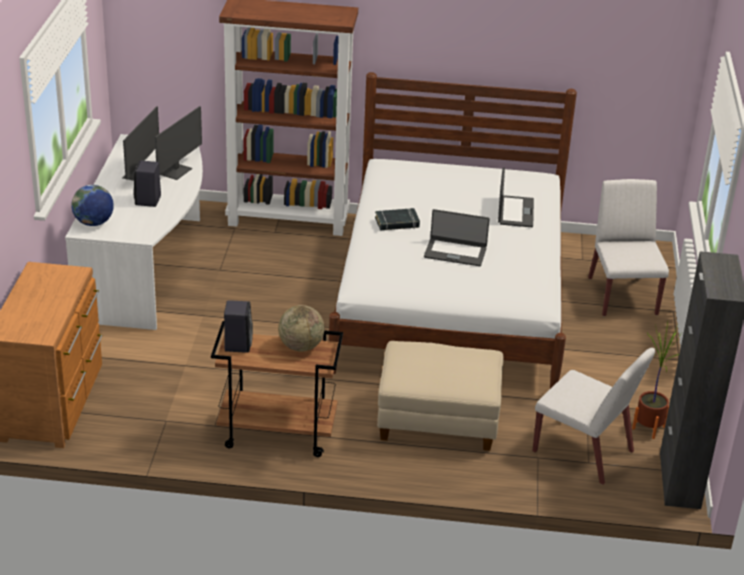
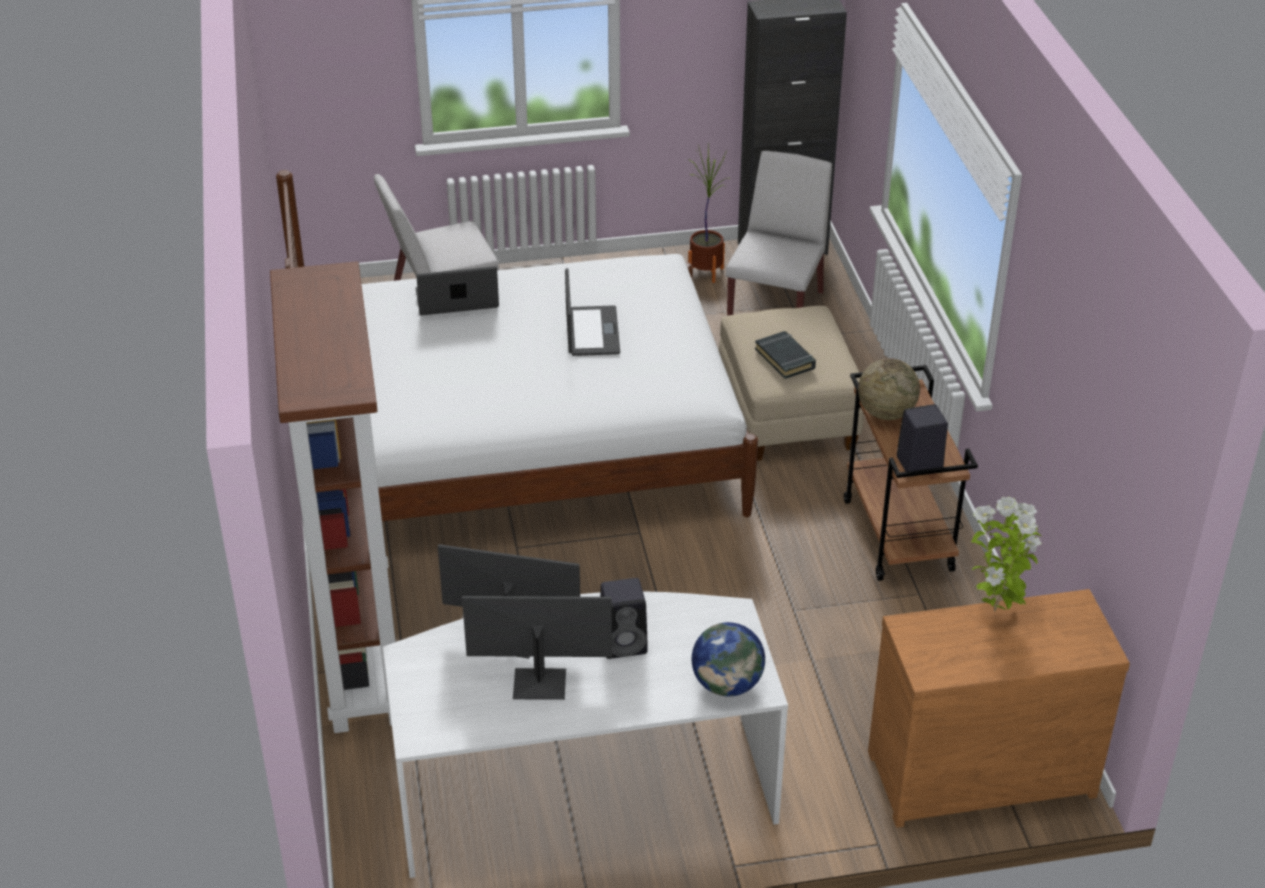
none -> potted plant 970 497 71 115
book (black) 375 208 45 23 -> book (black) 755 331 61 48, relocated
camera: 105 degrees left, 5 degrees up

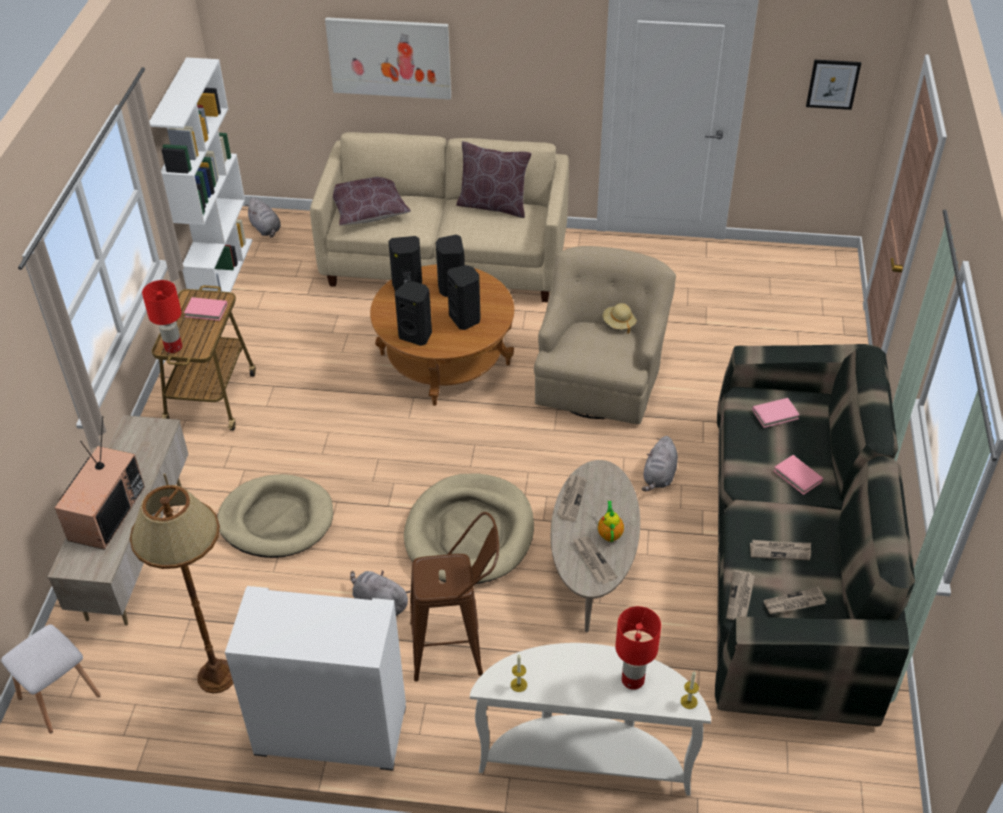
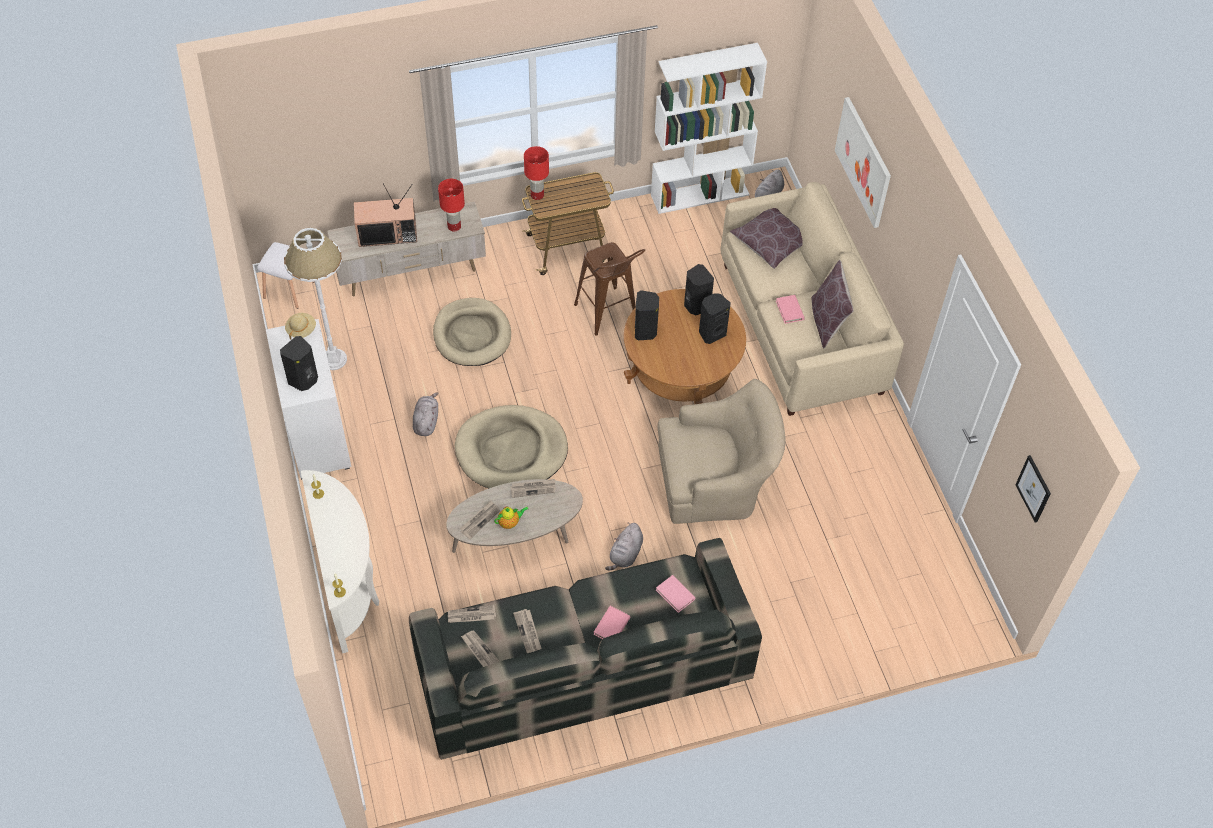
book (pink) 184 297 43 24 -> book (pink) 776 295 29 29, relocated
stool (brown) 410 512 89 170 -> stool (brown) 574 242 71 94, relocated
speaker (black) 447 265 33 65 -> speaker (black) 280 336 38 55, relocated
hat (beige) 603 303 34 31 -> hat (beige) 285 313 31 27, relocated
table lamp (red) 615 606 46 84 -> table lamp (red) 438 179 27 53, relocated
floor lamp (brown) 130 485 104 209 -> floor lamp (white) 284 228 63 142
plush toy (grey) 642 436 36 55 -> plush toy (grey) 605 523 38 47, 60 degrees counterclockwise
camera: 65 degrees right, 10 degrees up

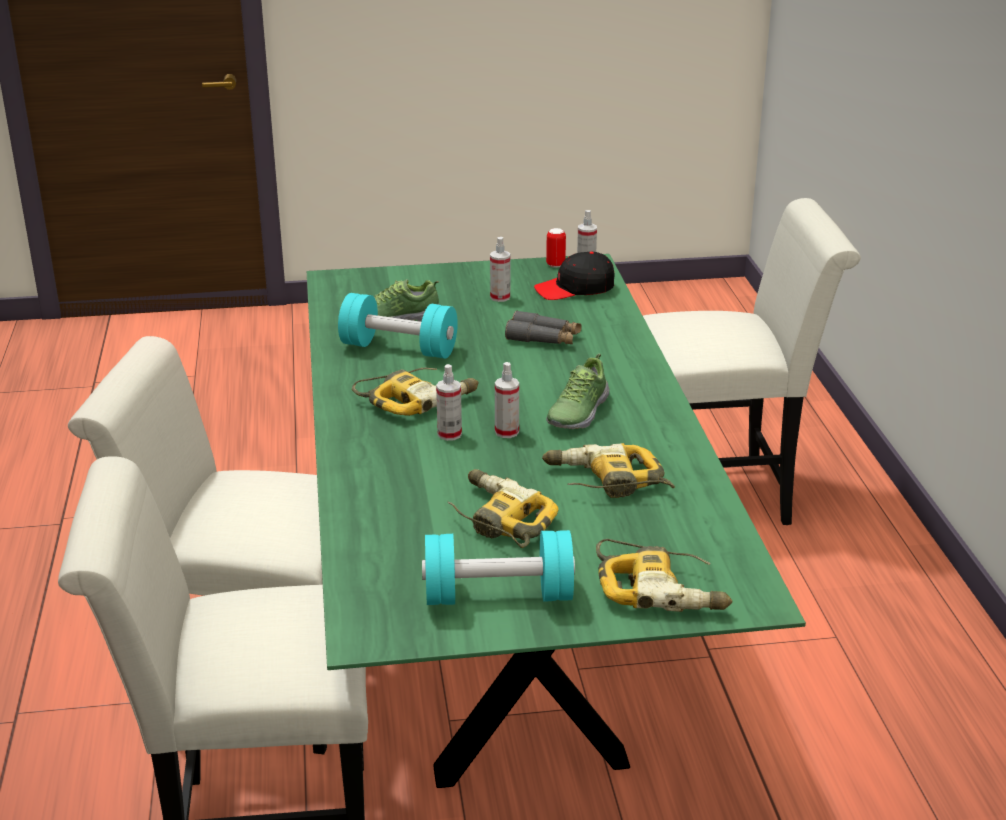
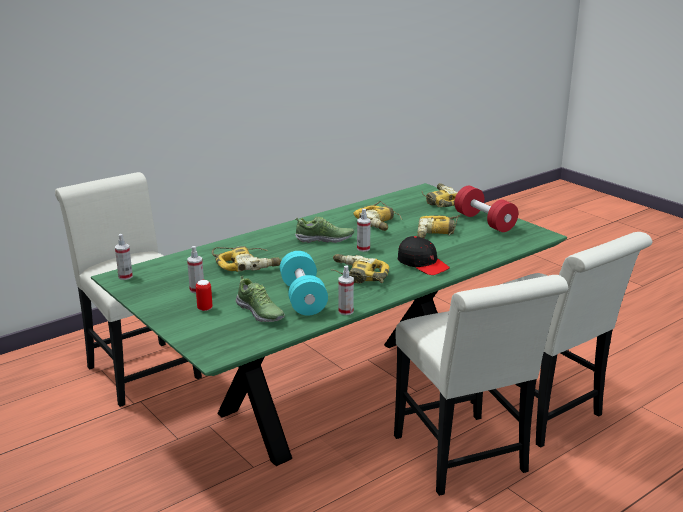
spray bottle 436 364 26 77 -> spray bottle 338 265 16 50, relocated
cap (black) 534 252 80 48 -> cap (black) 398 236 52 39, relocated
can 546 228 20 40 -> can 196 280 17 31, relocated
binoculars (grey) 505 310 77 34 -> power drill 211 246 70 26
dumbbell (turquoise) 422 530 153 75 -> dumbbell (red) 454 186 64 46
camera: 120 degrees left, 5 degrees down

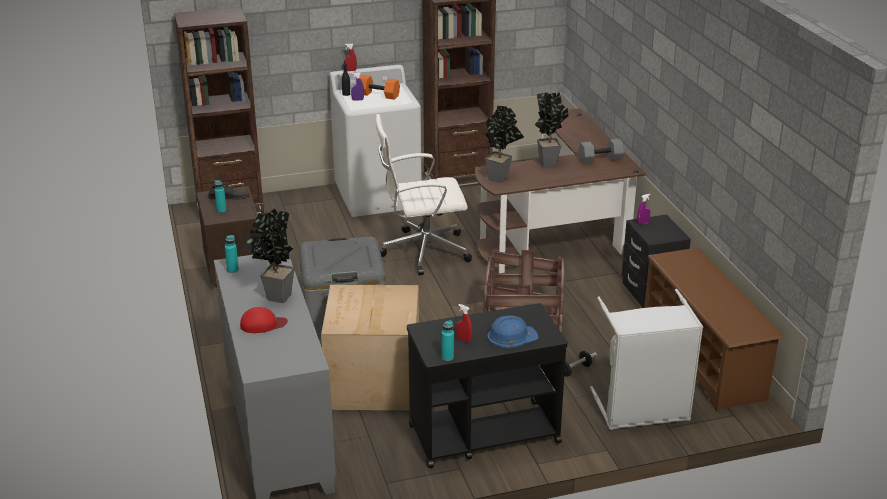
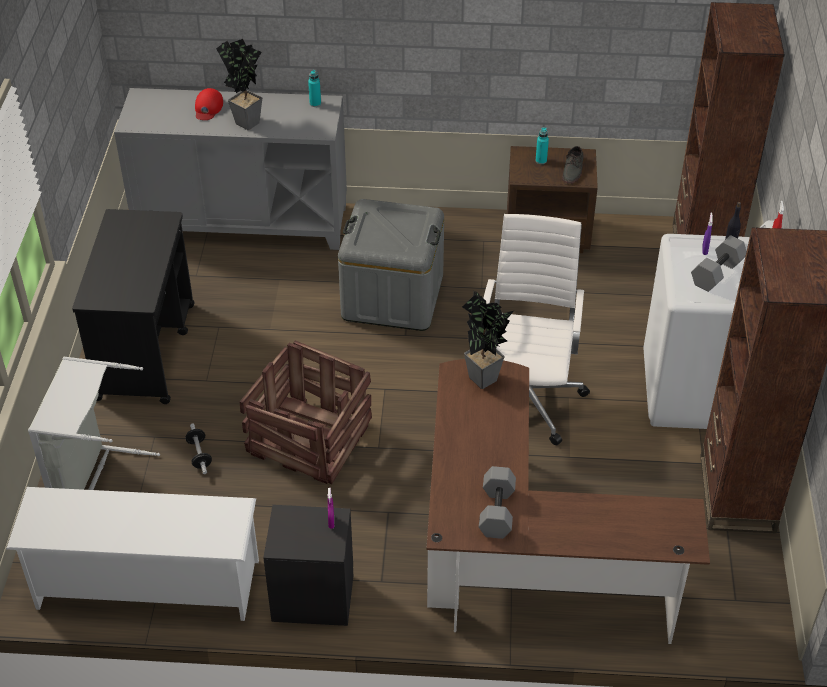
cardboard box 321 285 98 125 -> none
bottle (turquoise) 441 320 13 41 -> none
spray bottle (red) 456 304 16 38 -> none
hard hat (blue) 487 315 52 33 -> none
potted plant 535 92 33 75 -> none
dumbbell (orange) 359 75 41 25 -> dumbbell (grey) 691 235 56 57
shoe rack (brown) 644 247 141 165 -> shoe rack (white) 6 487 253 134
camera: 110 degrees right, 15 degrees up

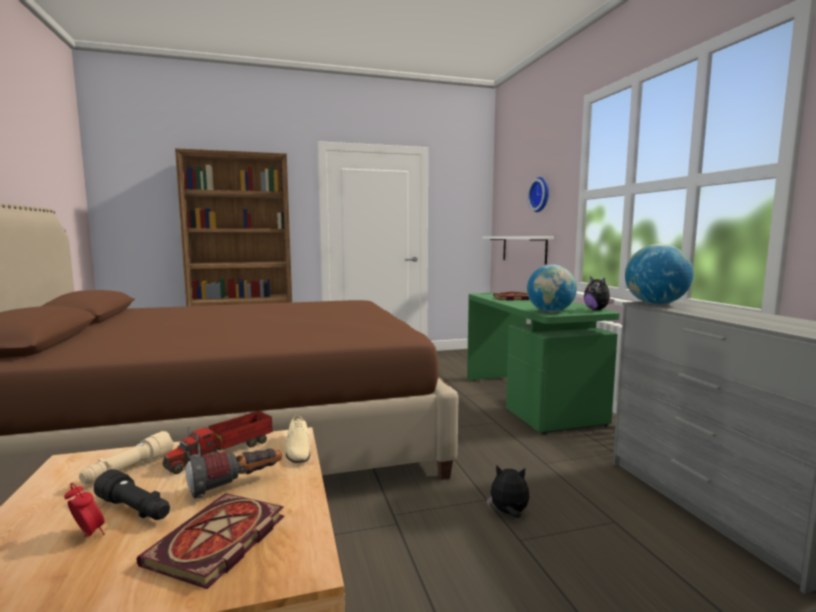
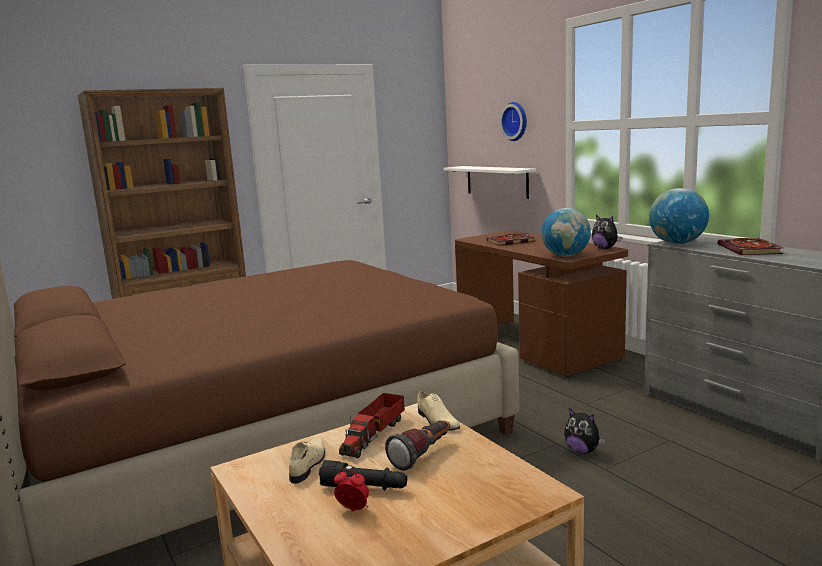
book 137 493 147 96 -> book 717 238 66 17, relocated
flashlight (beige) 79 431 95 53 -> shoe (beige) 289 438 36 46
desk (green) 467 292 153 143 -> desk (brown) 455 231 173 148
plush toy 487 465 43 53 -> plush toy 564 408 42 46, 135 degrees counterclockwise
camera: 15 degrees left, 5 degrees up

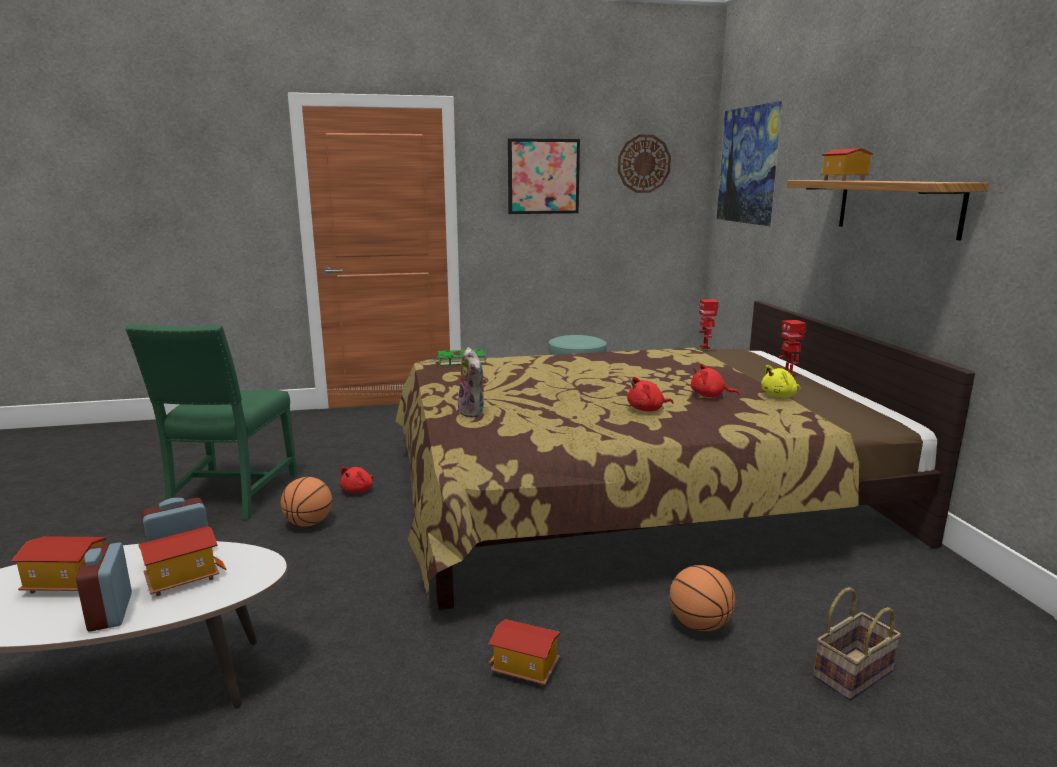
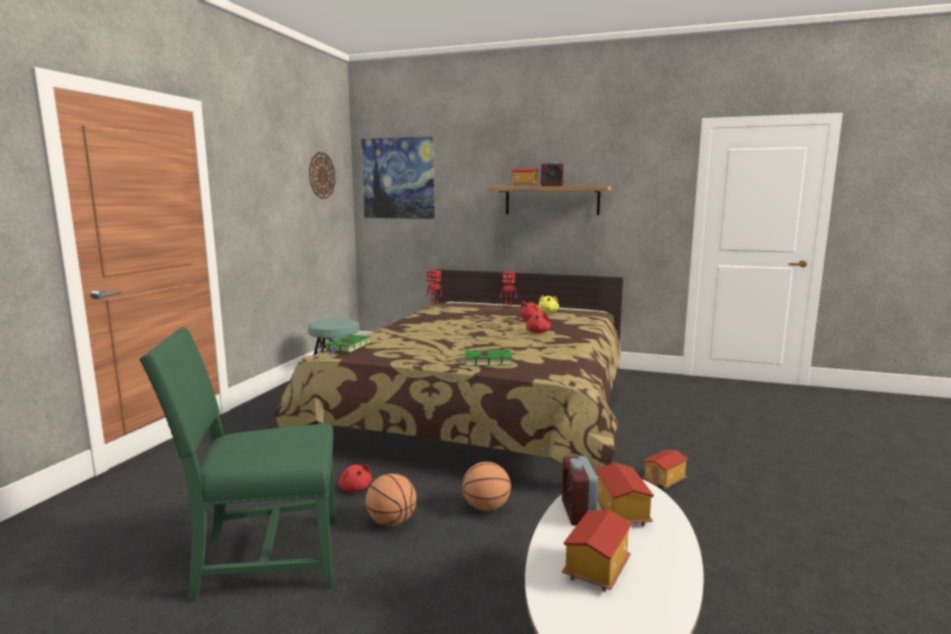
picture 508 138 72 76 -> none
basket 813 587 88 114 -> none
alarm clock 76 542 56 90 -> alarm clock 541 161 23 25, relocated
basketball 670 565 65 66 -> basketball 462 462 49 49, relocated
plush toy 458 347 29 71 -> book (green) 456 350 56 16
chair (green) 125 324 172 196 -> chair (green) 139 327 197 274, 135 degrees clockwise
camera: 60 degrees left, 5 degrees down

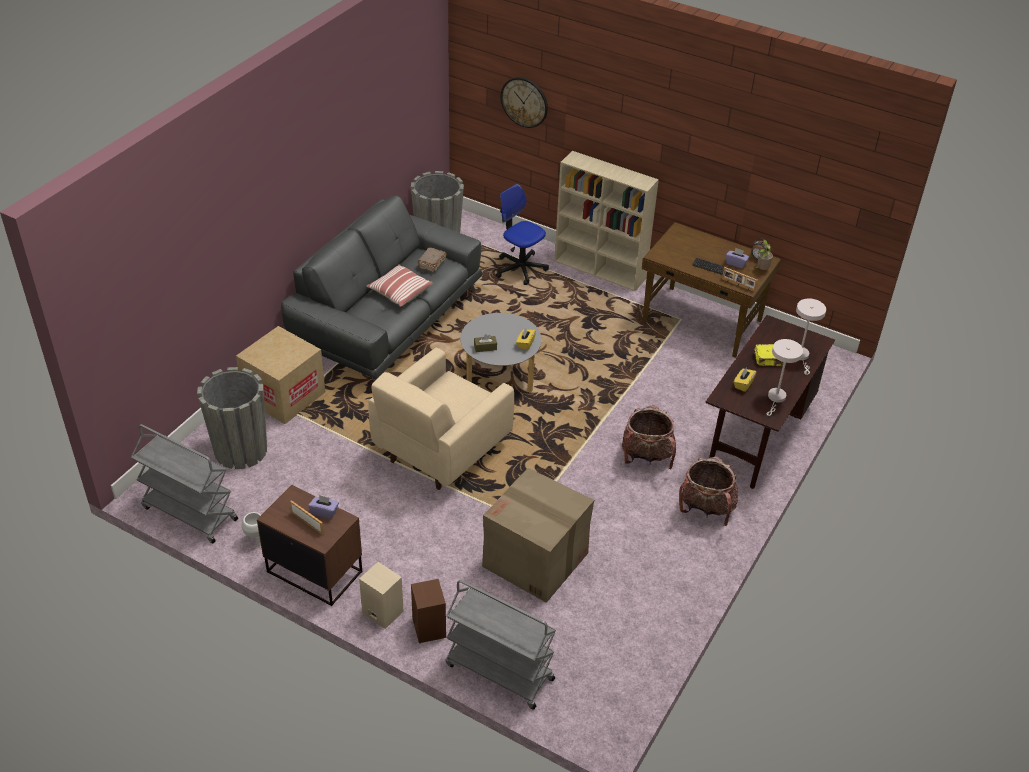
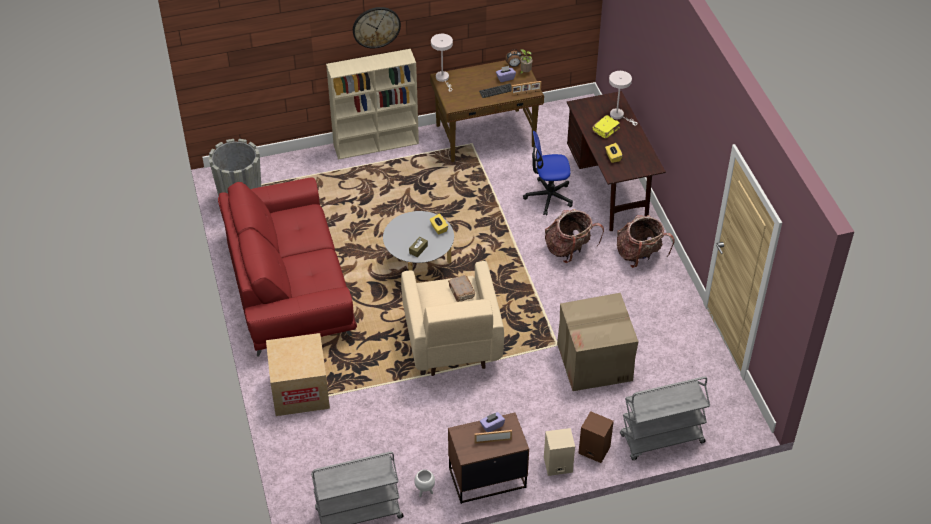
planter (grey) 197 367 70 102 -> none
pillow 366 265 67 42 -> none
book (brown) 418 248 28 25 -> book (brown) 448 275 27 27, relocated
office chair 496 184 53 101 -> office chair 523 131 50 84, relocated
wall clock 500 77 48 51 -> wall clock 353 7 48 42, relocated
table lamp (white) 766 339 37 77 -> table lamp (white) 431 34 22 58, relocated
sofa (grey) 281 196 202 185 -> sofa (red) 218 177 139 180
camera: 45 degrees left, 5 degrees up

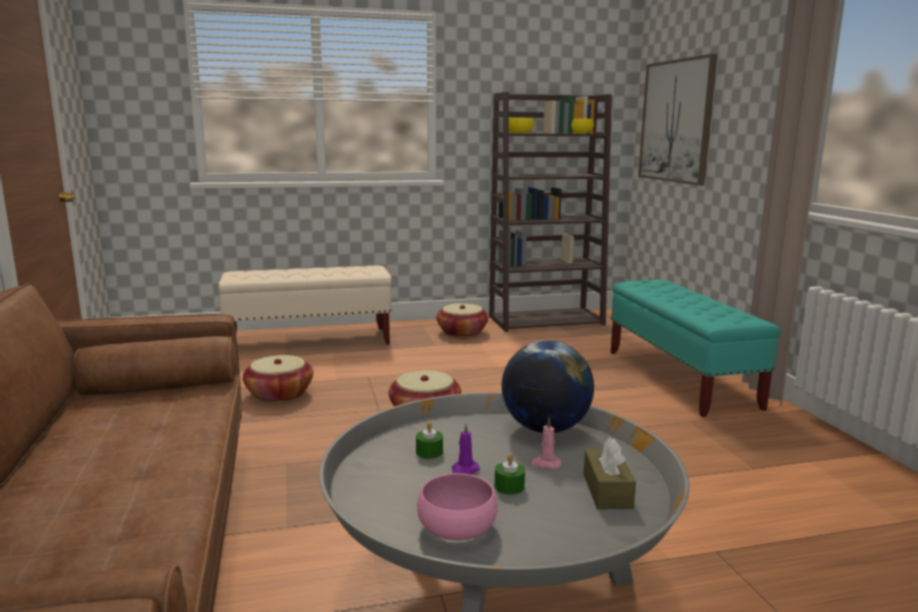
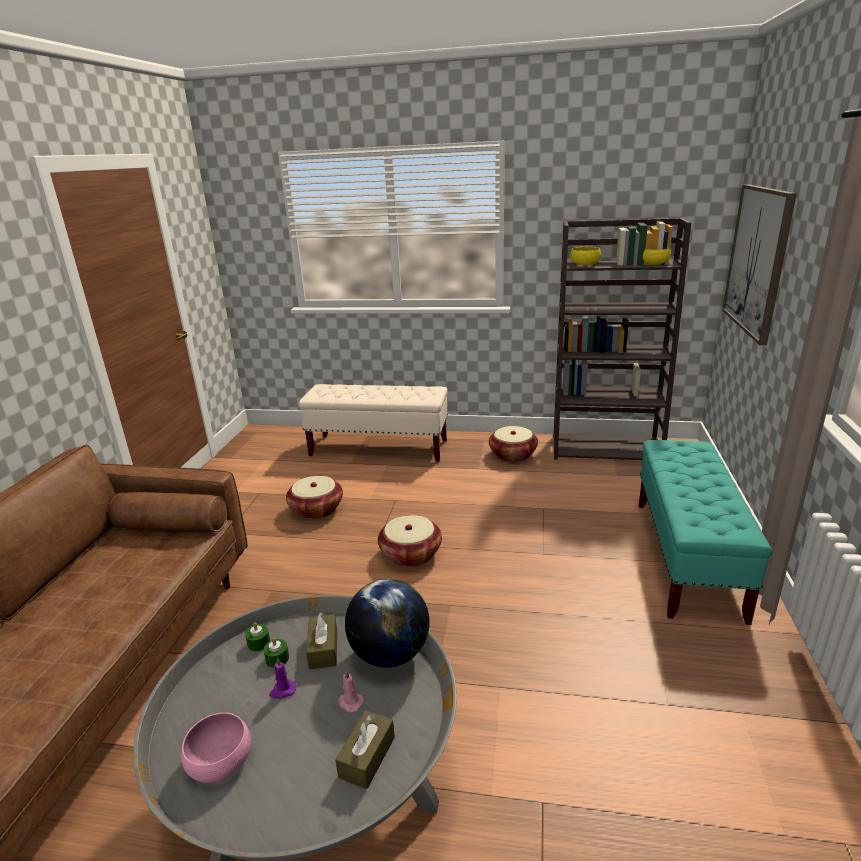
none -> tissue box (brown) 306 612 31 58
candle (green) 495 454 30 41 -> candle (green) 245 623 25 28, relocated
camera: 25 degrees right, 10 degrees up

